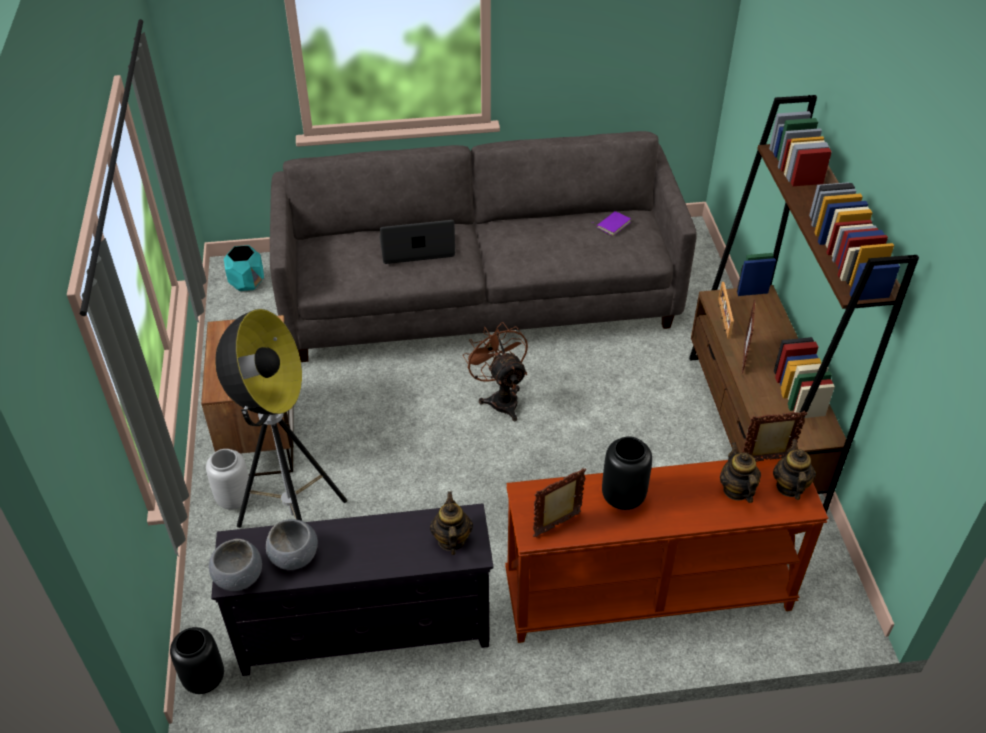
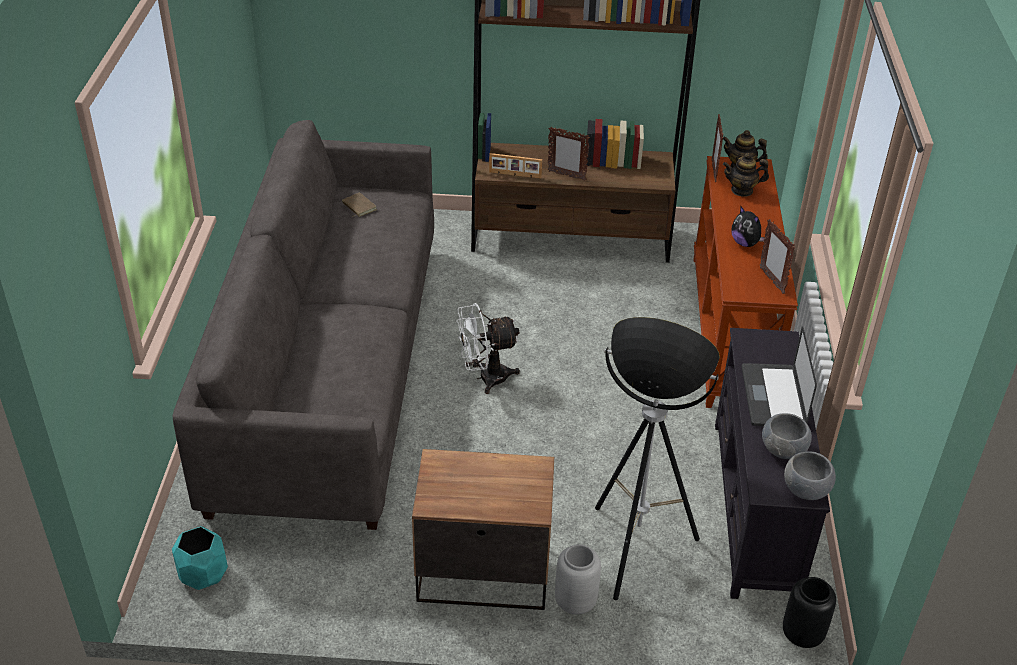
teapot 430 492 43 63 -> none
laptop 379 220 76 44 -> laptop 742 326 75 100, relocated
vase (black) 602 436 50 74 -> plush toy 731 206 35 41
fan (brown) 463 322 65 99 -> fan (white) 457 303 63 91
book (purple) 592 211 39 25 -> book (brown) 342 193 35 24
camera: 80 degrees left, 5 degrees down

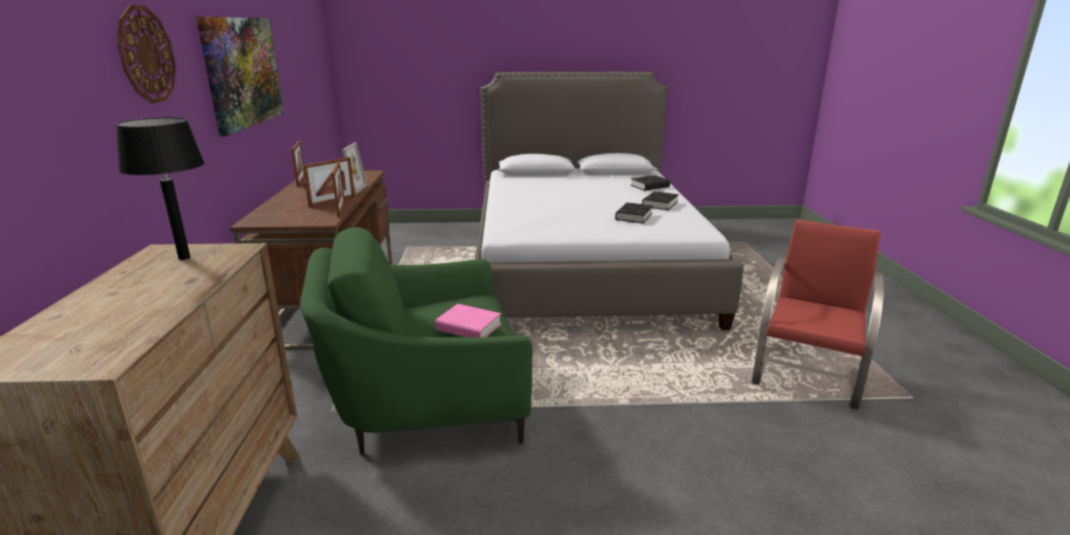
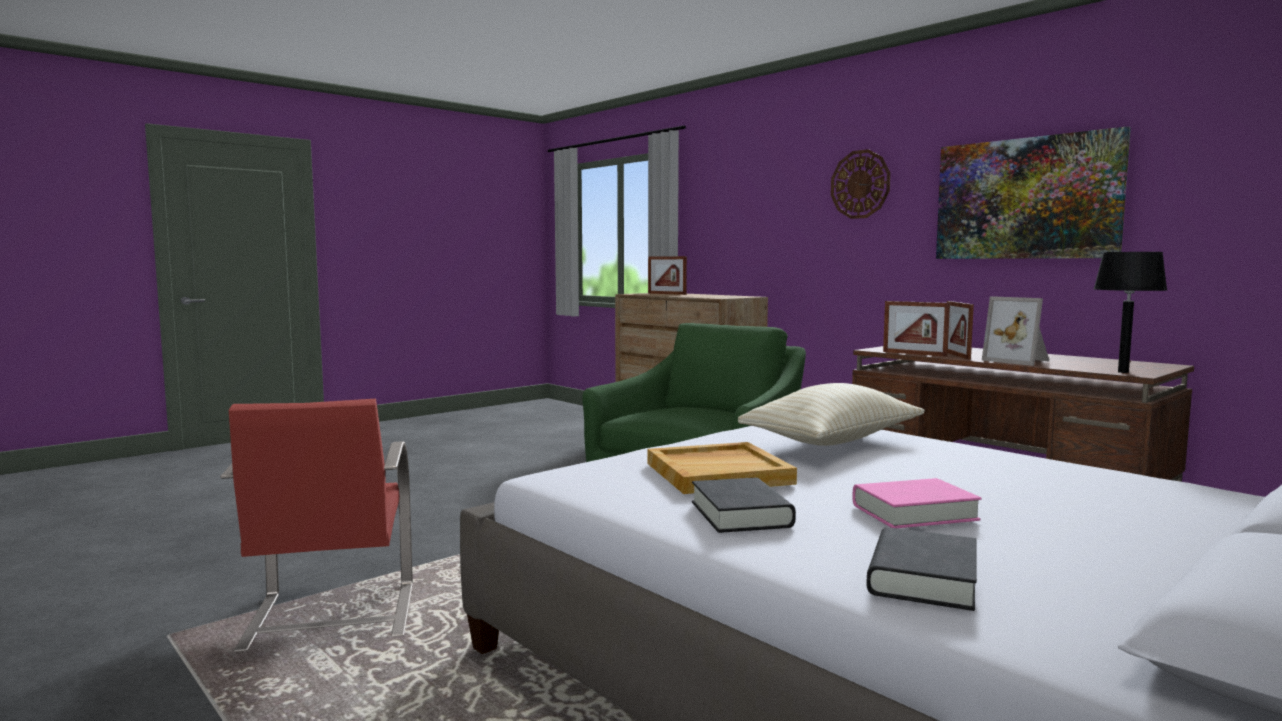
none -> pillow (beige) 738 383 187 63
table lamp (black) 116 117 89 143 -> table lamp (black) 1093 252 74 121, relocated
picture frame 291 141 13 46 -> picture frame 648 256 39 39, relocated
book (pink) 435 304 66 34 -> book (pink) 852 478 130 50, relocated
book (black) 615 203 38 21 -> tray (beige) 648 442 149 52
camera: 140 degrees right, 15 degrees down

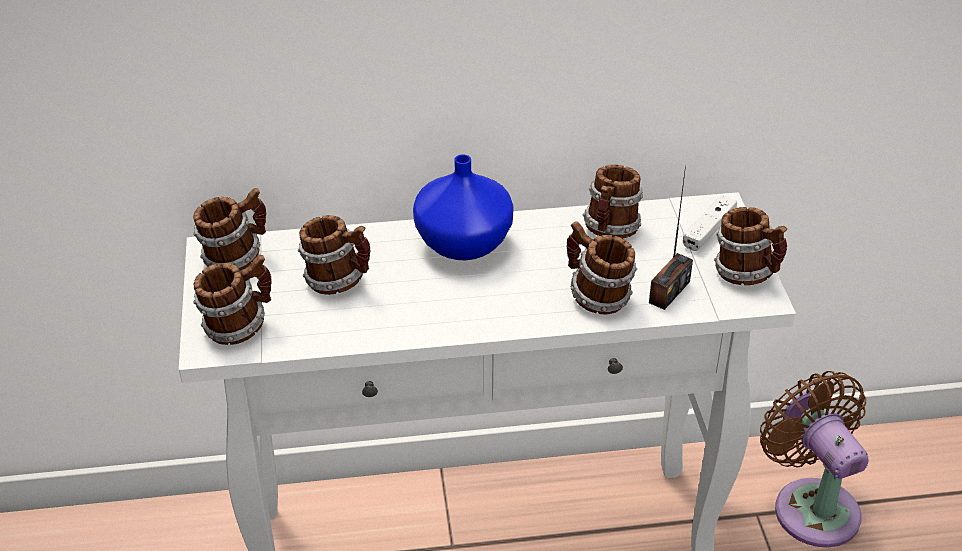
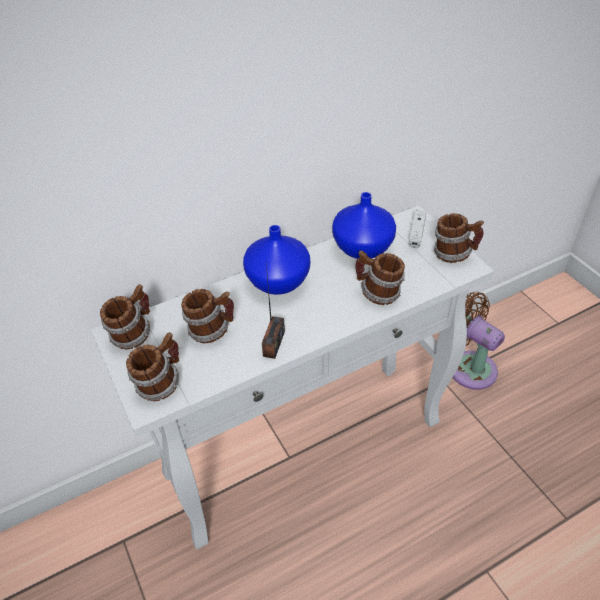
radio 649 165 44 145 -> radio 262 263 23 96, relocated
mug 583 165 60 73 -> vase (blue) 332 192 64 67
camera: 20 degrees left, 5 degrees up

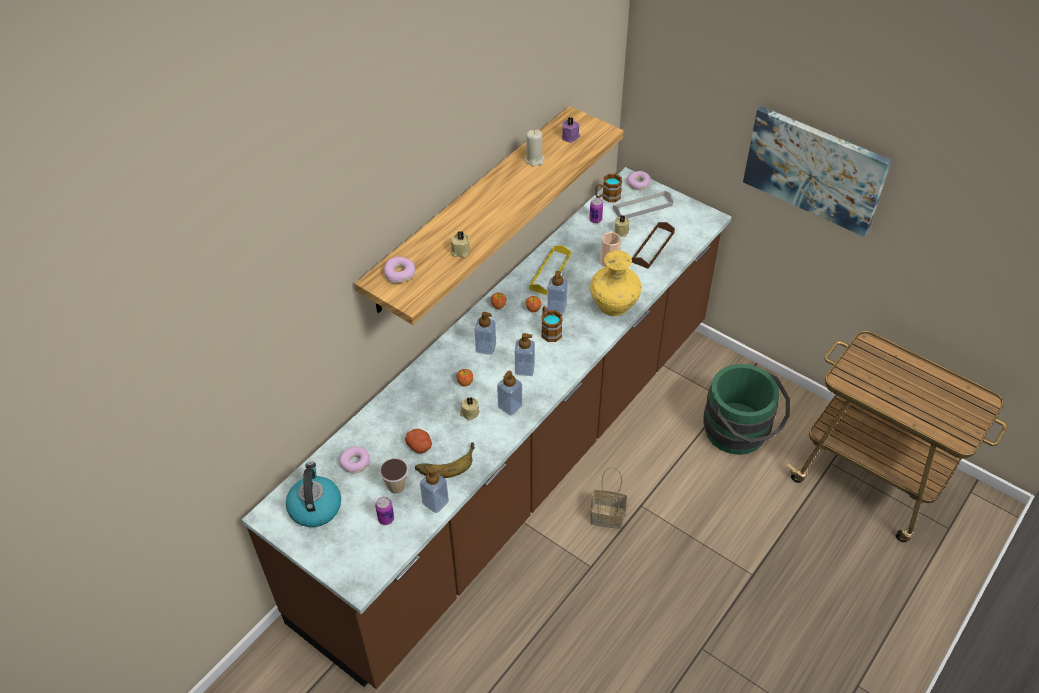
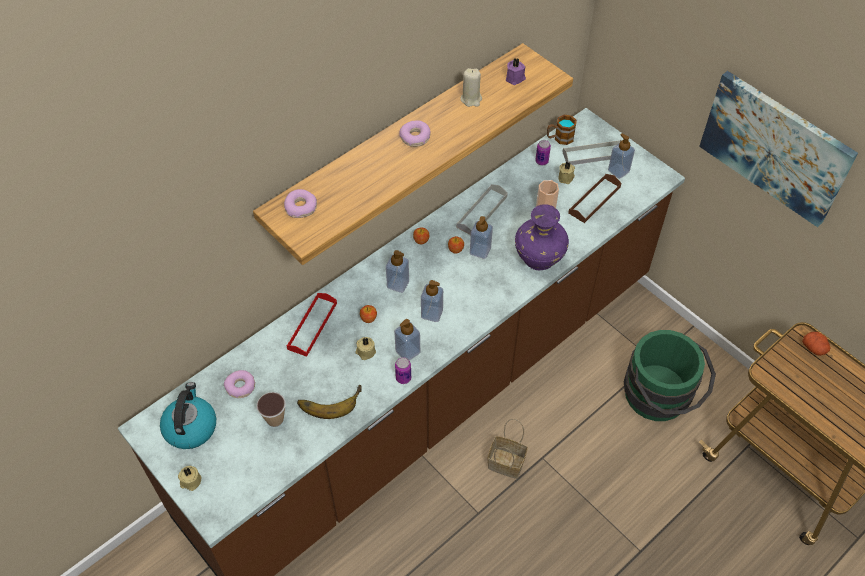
mug 542 306 20 36 -> none
none -> tray (red) 287 293 50 64
can 375 497 19 28 -> can 395 357 16 27, relocated
potato 405 429 27 24 -> potato 802 332 28 24, relocated
soap dispenser 420 465 29 48 -> soap dispenser 608 133 27 46, relocated
candle (beige) 451 231 19 27 -> candle (beige) 178 466 24 25, relocated
donut 626 171 25 19 -> donut 399 120 32 27, relocated
tray (yellow) 529 245 42 50 -> tray (grey) 456 184 52 51
vase (yellow) 590 250 51 66 -> vase (purple) 515 204 54 66
camera: 10 degrees right, 5 degrees up

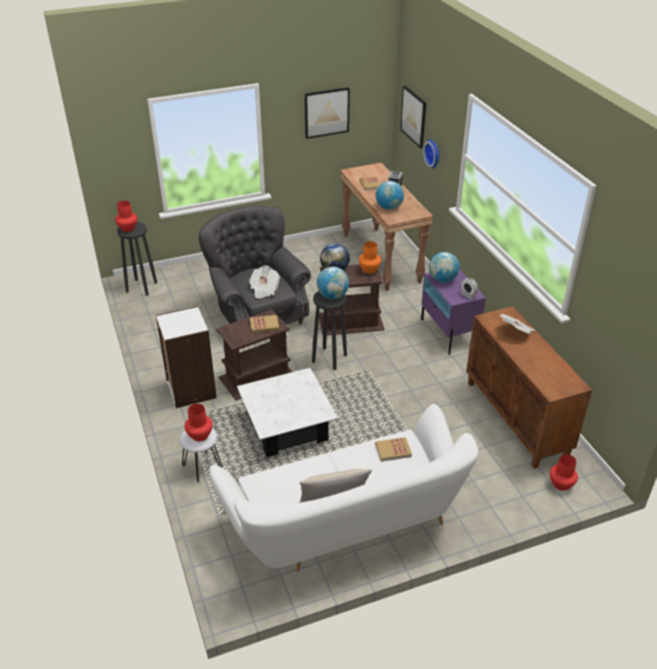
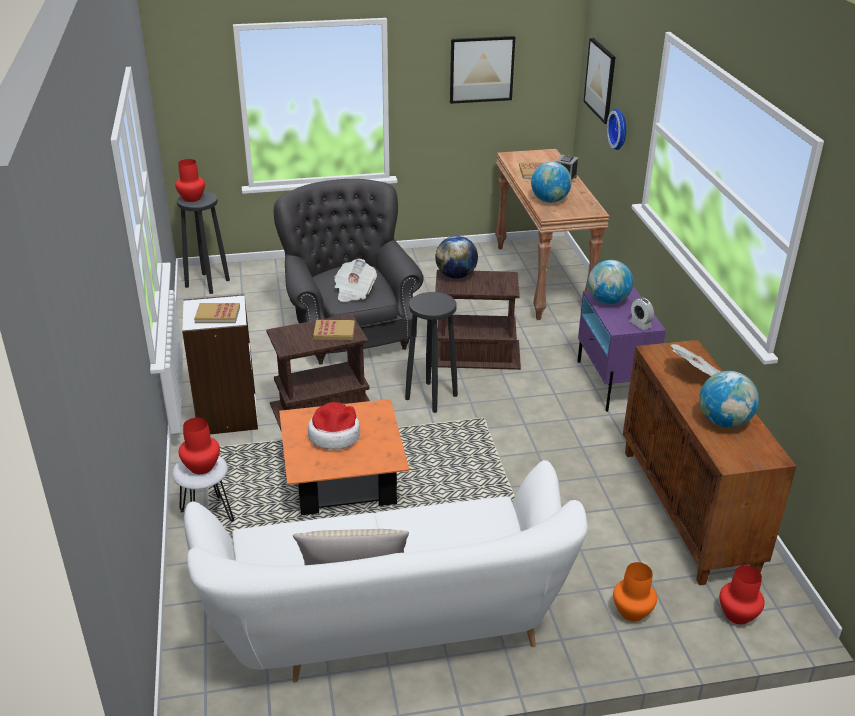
none -> hat 308 402 52 47
globe 317 267 32 32 -> globe 699 371 60 57, relocated
vase (orange) 359 241 22 33 -> vase (orange) 613 562 44 59, relocated
book 375 437 37 24 -> book 194 303 46 20, relocated
coffee table (white) 237 368 101 89 -> coffee table (orange) 279 399 130 116
camera: 10 degrees right, 5 degrees down

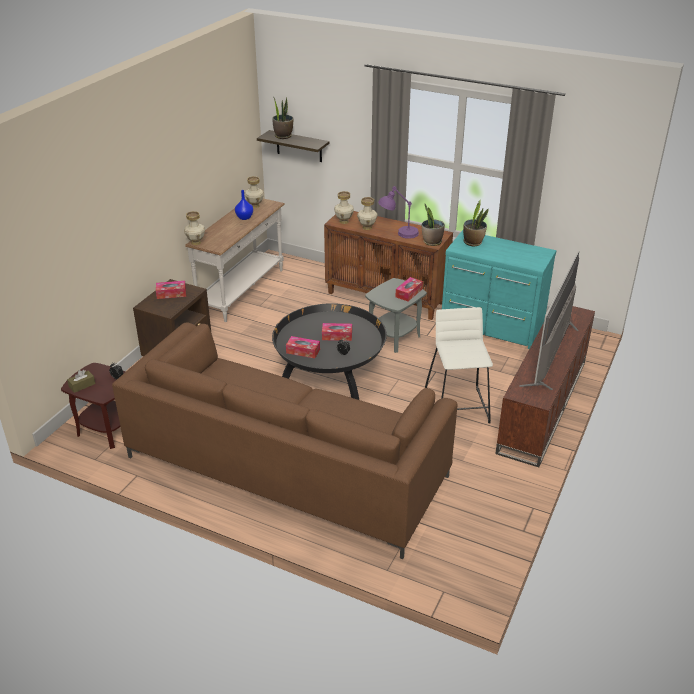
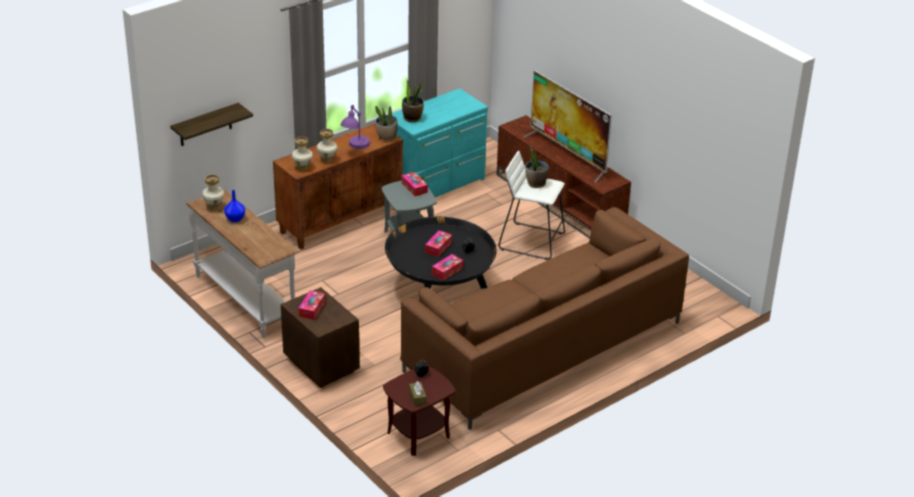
vase 184 211 21 34 -> none
potted plant 272 97 21 42 -> potted plant 525 146 24 42, relocated
camera: 65 degrees left, 0 degrees up

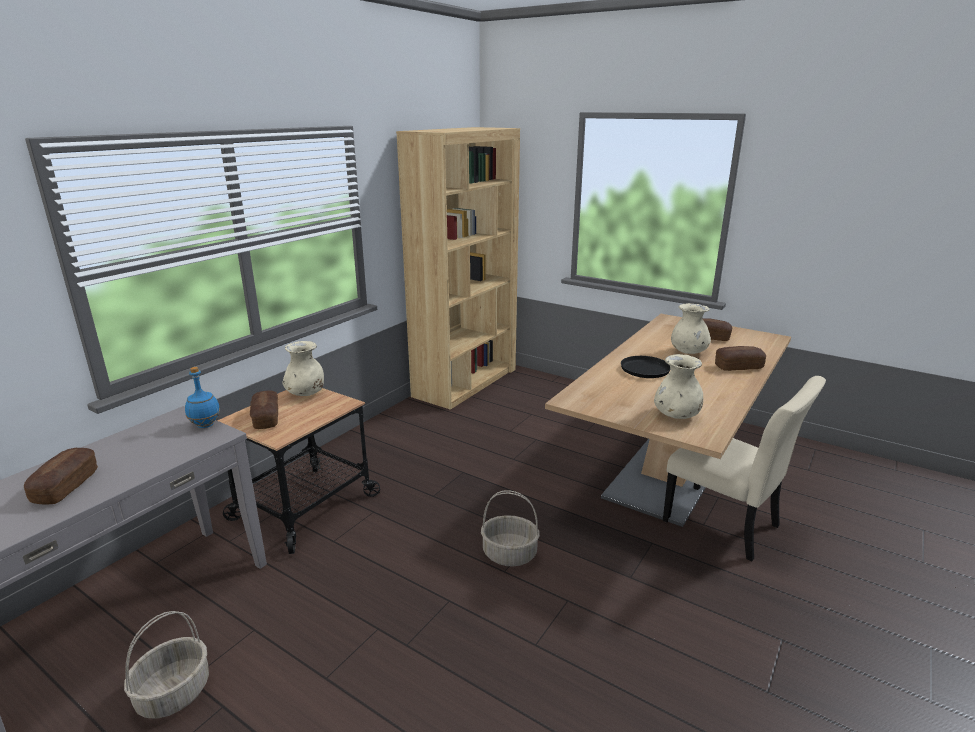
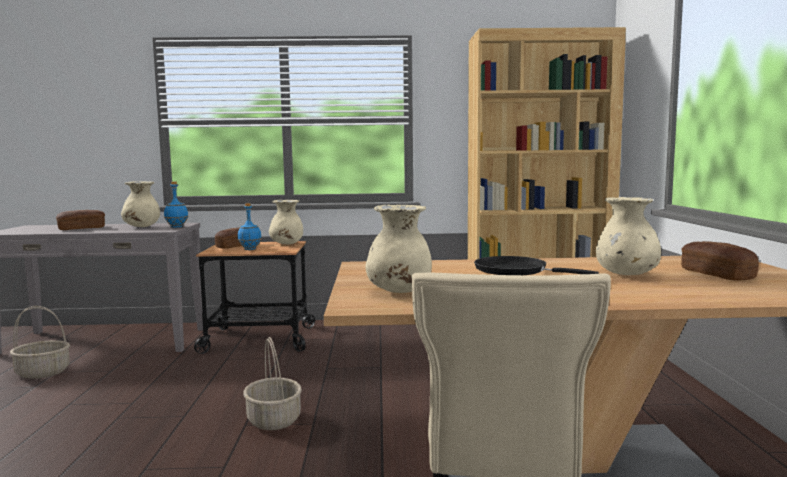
bread 715 346 51 25 -> none
none -> vase (beige) 121 181 39 46
none -> bottle (blue) 238 203 24 47
camera: 55 degrees right, 15 degrees down

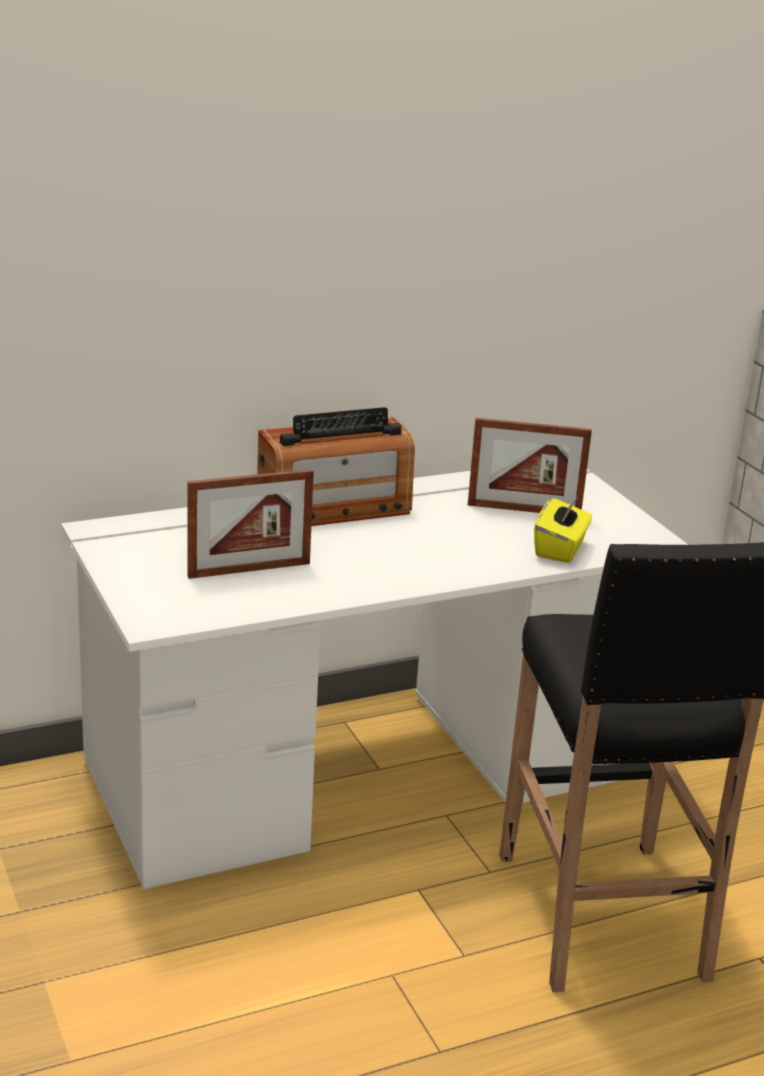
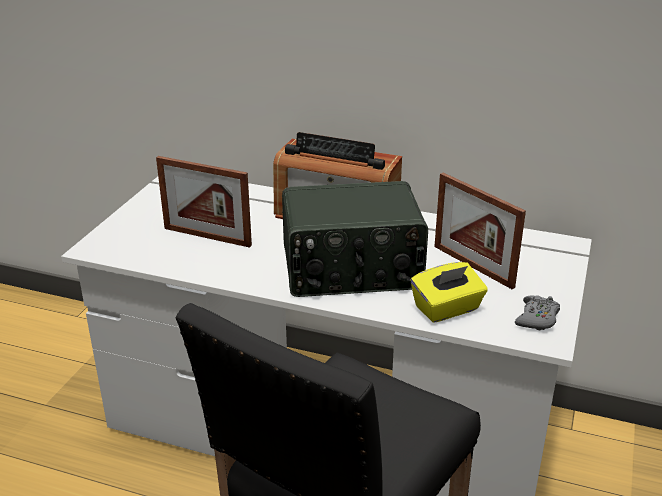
none -> radio 282 181 146 116
none -> game controller (grey) 515 295 45 35
camera: 45 degrees right, 5 degrees up

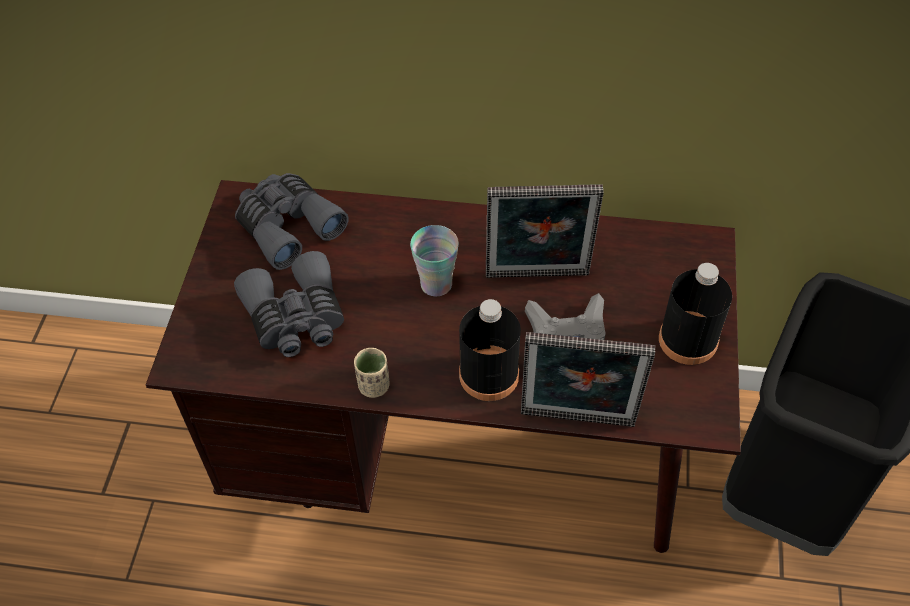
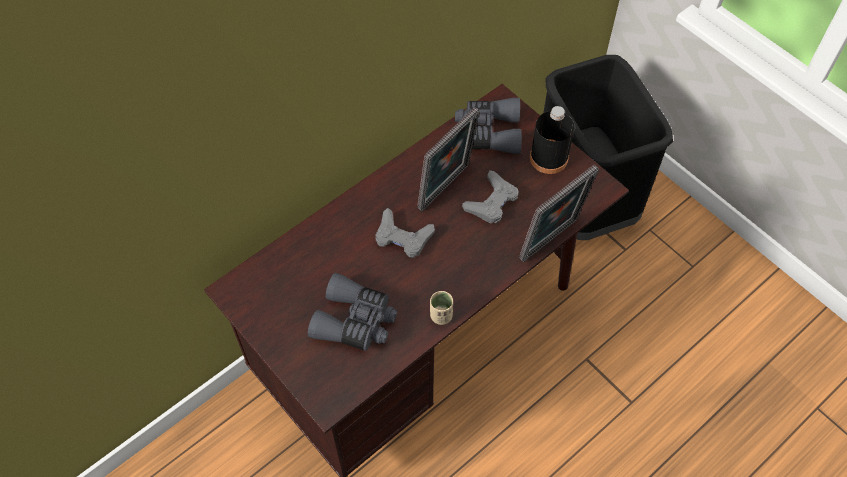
bottle (black) 459 299 62 102 -> none
binoculars (grey) 235 173 114 97 -> binoculars (grey) 455 98 67 56, relocated
cup 410 225 49 71 -> game controller (grey) 376 208 59 50
camera: 50 degrees left, 5 degrees up

